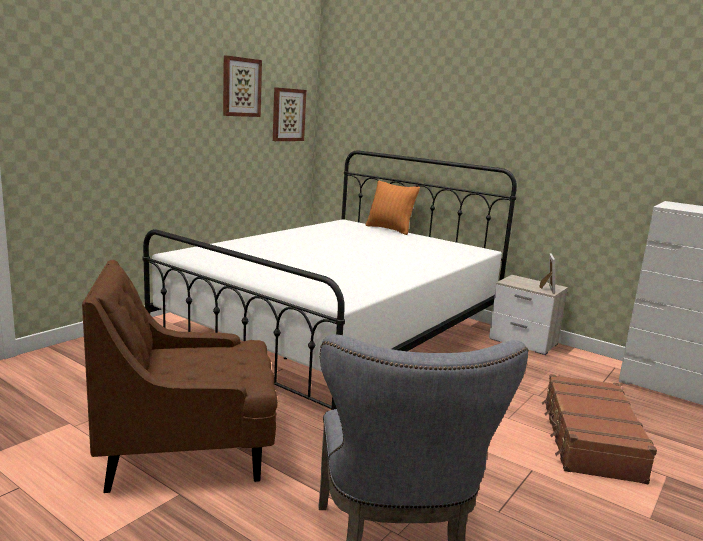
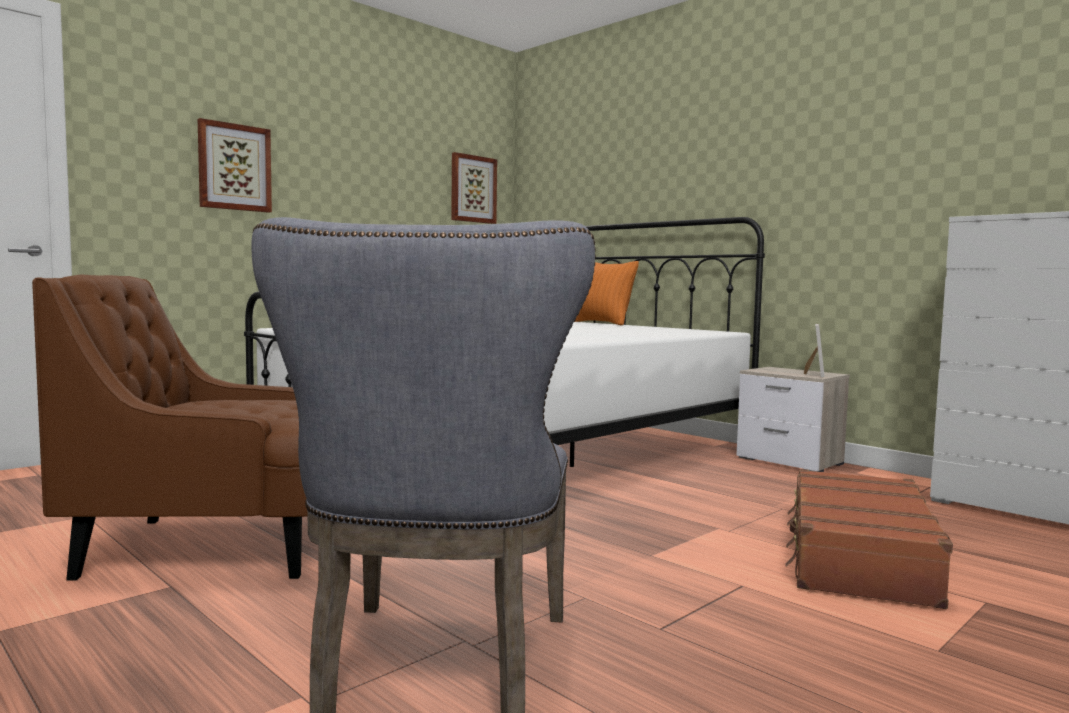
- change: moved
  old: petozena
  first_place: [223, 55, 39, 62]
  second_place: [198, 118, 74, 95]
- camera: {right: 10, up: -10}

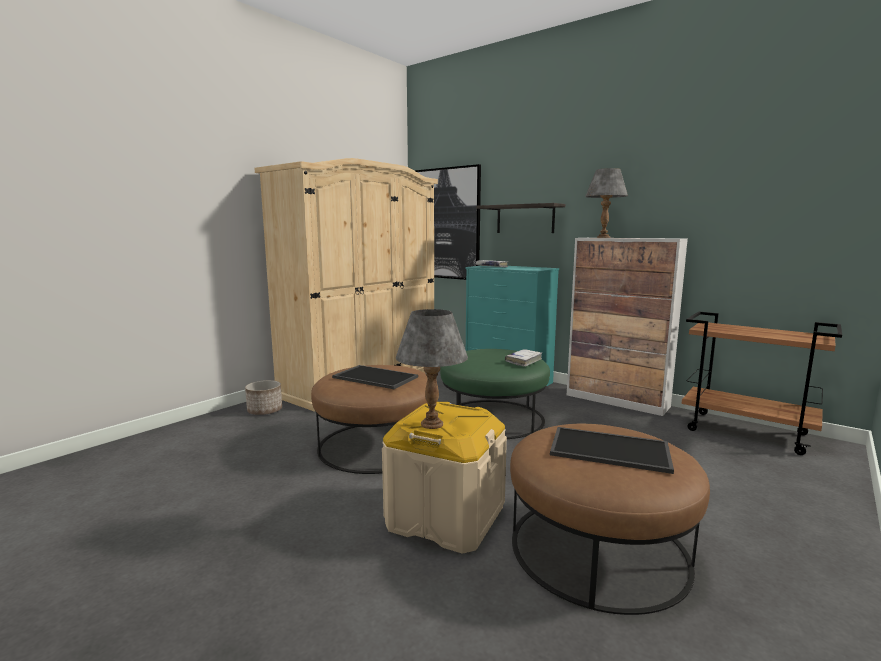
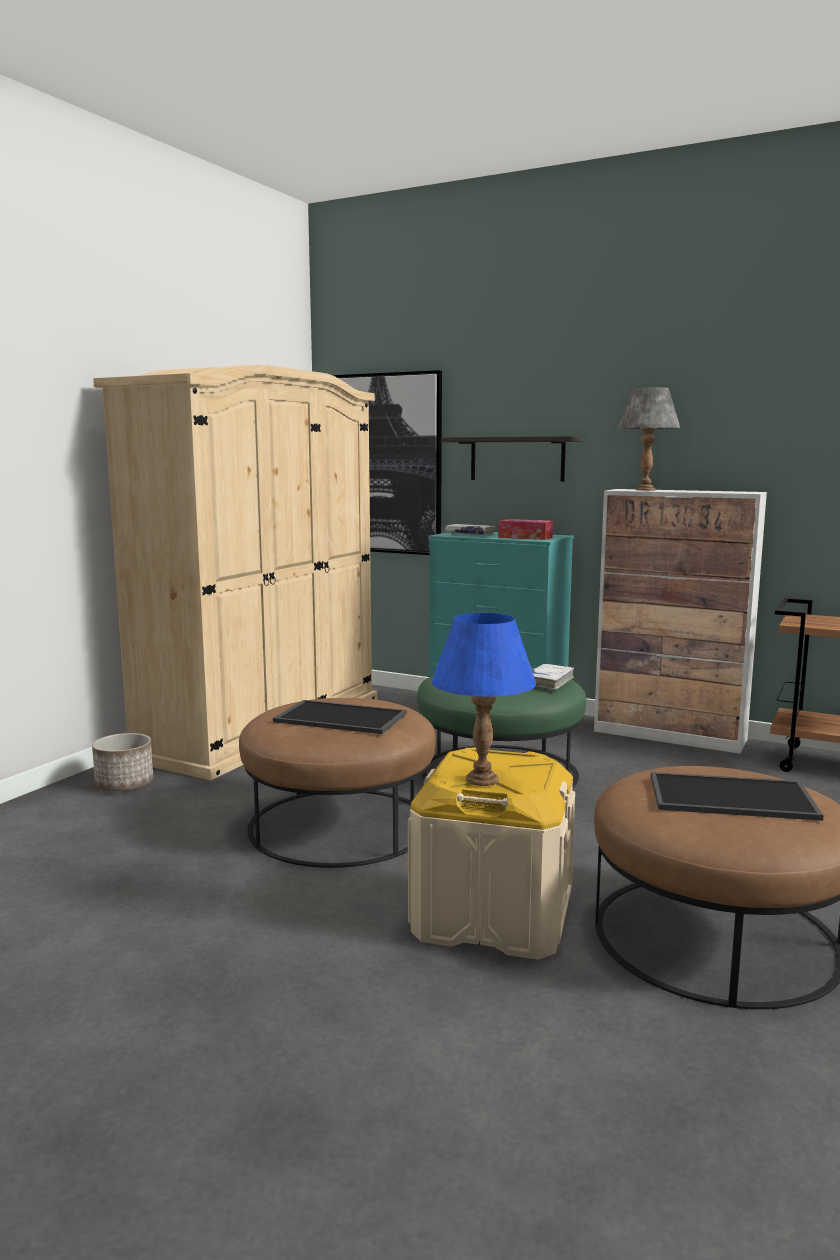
- change: recoloured
  old: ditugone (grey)
  new: ditugone (blue)
  first_place: [396, 309, 72, 120]
  second_place: [432, 613, 104, 173]
- change: added
  new: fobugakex
  second_place: [498, 519, 55, 21]
- camera: {right: -10, up: 0}

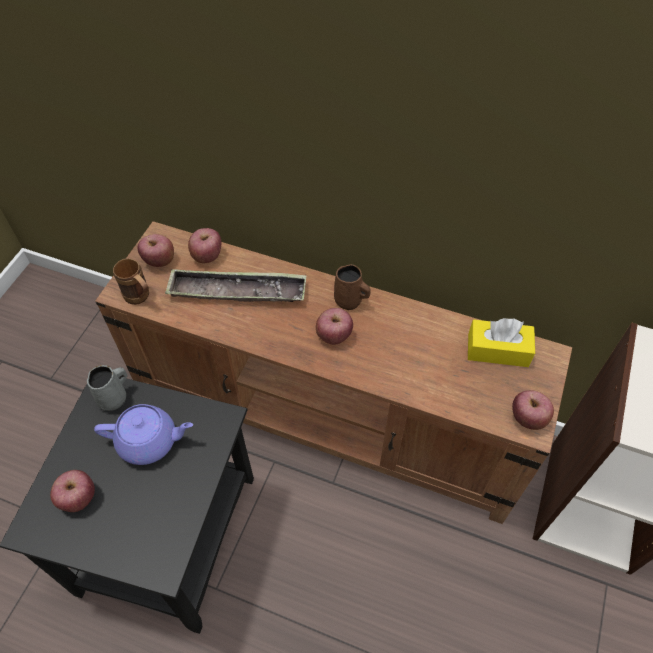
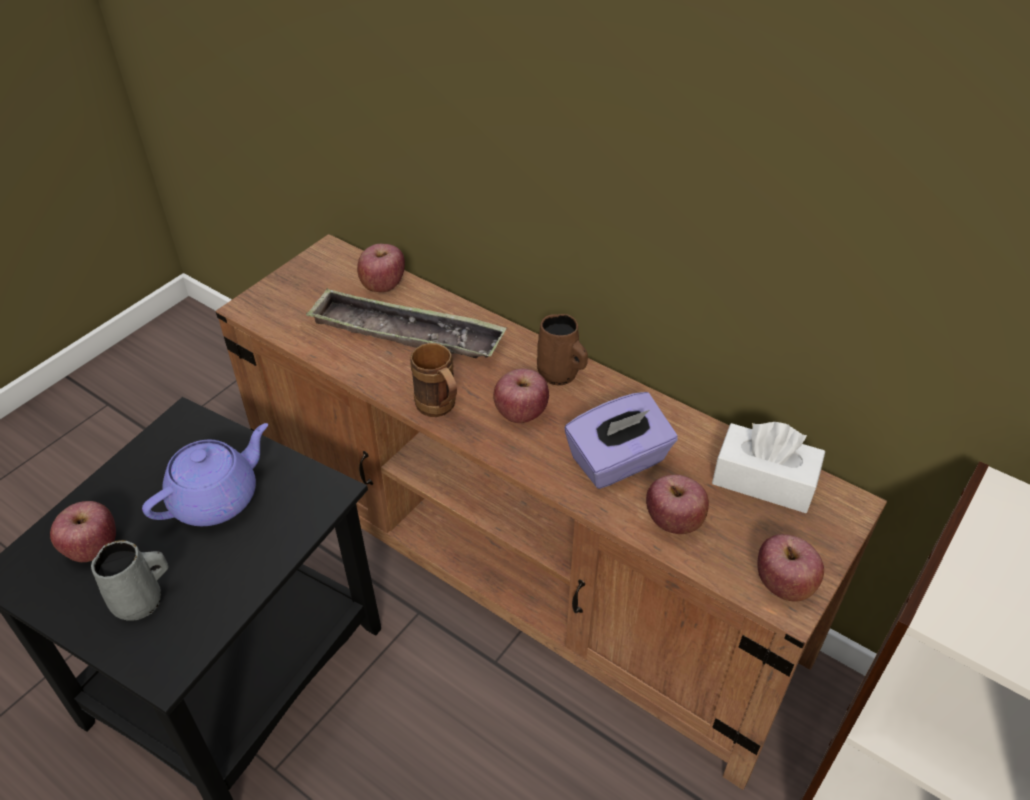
- change: moved
  old: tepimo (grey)
  first_place: [87, 365, 41, 46]
  second_place: [91, 540, 78, 81]
- change: turned
  old: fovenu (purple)
  first_place: [94, 404, 99, 61]
  second_place: [142, 423, 126, 103]
  degrees: -60
- change: moved
  old: tepimo (brown)
  first_place: [113, 258, 36, 47]
  second_place: [410, 343, 47, 74]
- change: added
  new: fobugakex (purple)
  second_place: [565, 392, 113, 97]
- change: moved
  old: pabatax
  first_place: [138, 234, 36, 33]
  second_place: [646, 475, 63, 59]
- change: recoloured
  old: fobugakex (yellow)
  new: fobugakex (white)
  first_place: [468, 318, 67, 49]
  second_place: [712, 422, 114, 91]
- camera: {right: 15, up: -10}

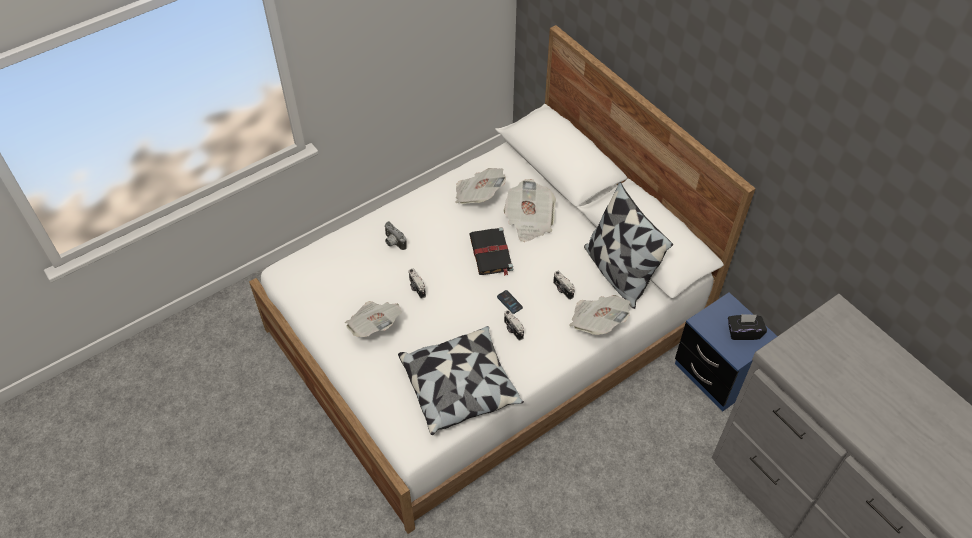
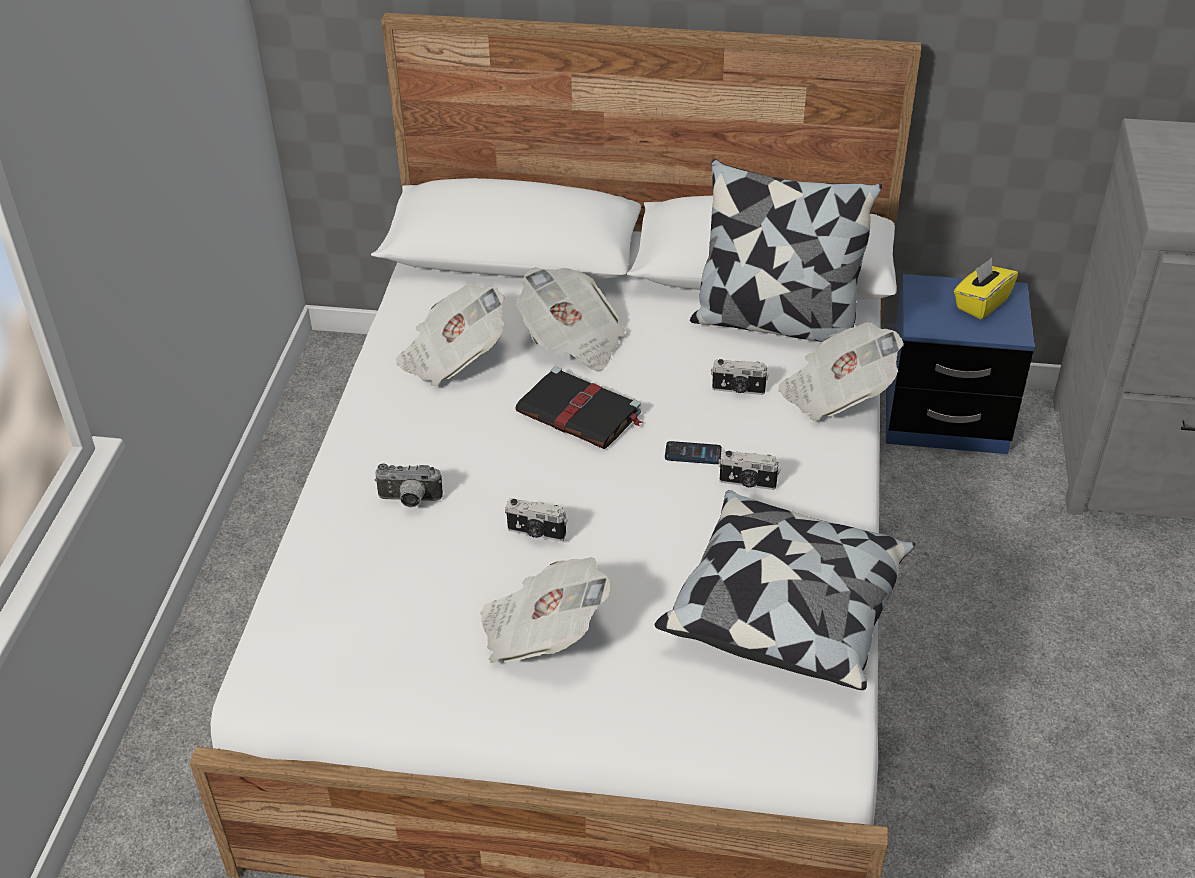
- change: recoloured
  old: fobugakex (black)
  new: fobugakex (yellow)
  first_place: [728, 314, 39, 26]
  second_place: [954, 258, 64, 61]
- camera: {right: -45, up: -10}

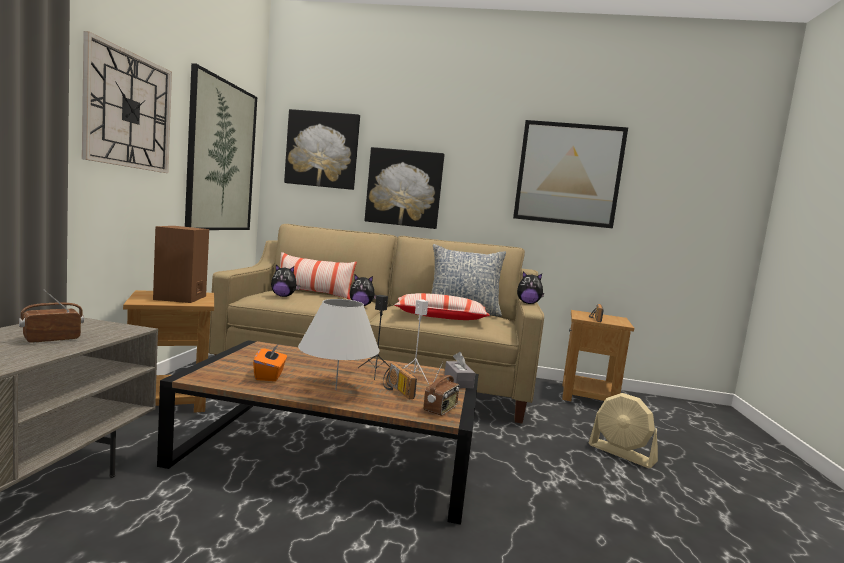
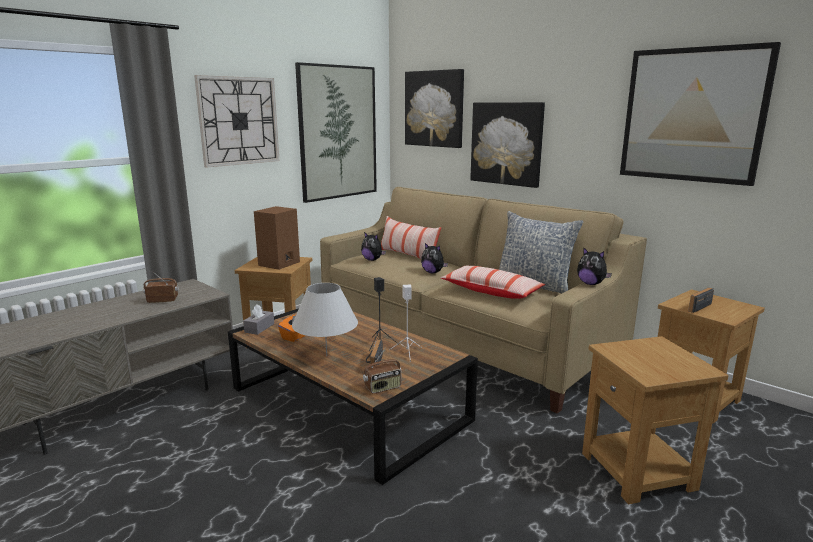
- change: moved
  old: fobugakex (grey)
  first_place: [444, 352, 31, 36]
  second_place: [243, 305, 31, 30]
- change: replaced
  old: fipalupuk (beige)
  new: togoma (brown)
  first_place: [589, 393, 69, 75]
  second_place: [582, 336, 147, 168]
- camera: {right: 35, up: 10}

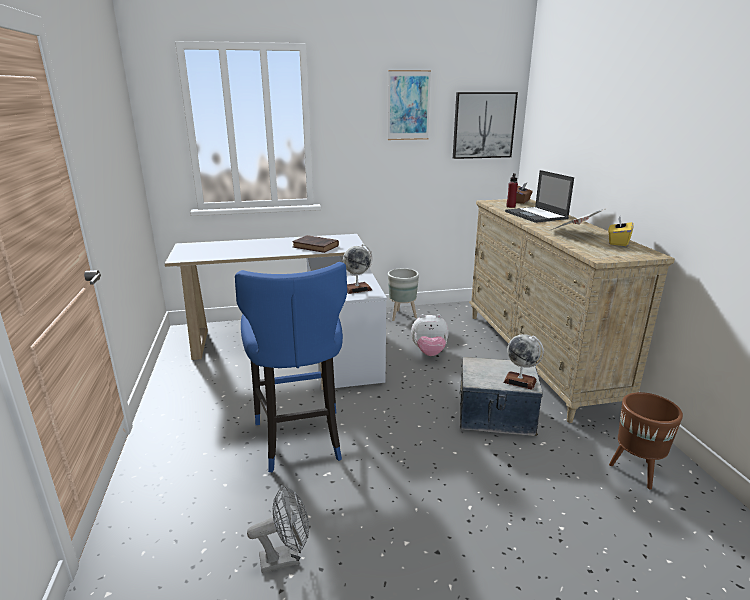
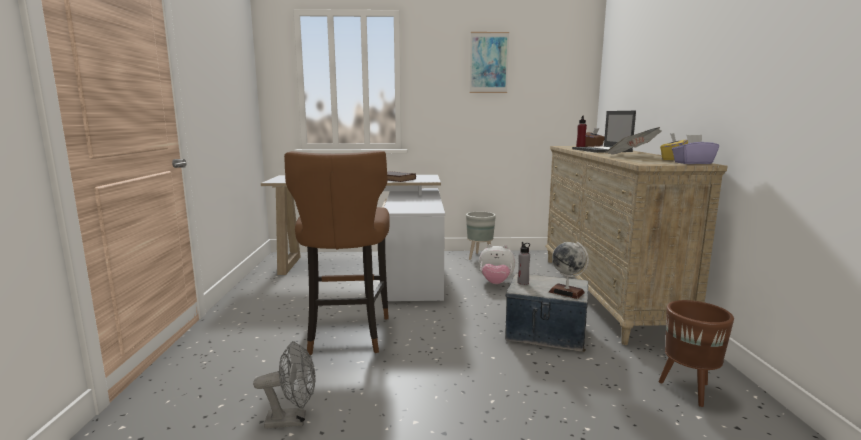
- change: recoloured
  old: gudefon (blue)
  new: gudefon (brown)
  first_place: [235, 262, 112, 210]
  second_place: [284, 151, 106, 204]
- change: added
  new: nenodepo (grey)
  second_place: [517, 242, 13, 43]
- change: added
  new: fobugakex (purple)
  second_place: [672, 135, 47, 29]
- change: removed
  old: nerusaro
  first_place: [343, 244, 30, 50]
- change: removed
  old: petozena
  first_place: [453, 92, 65, 67]
- camera: {right: 10, up: -10}

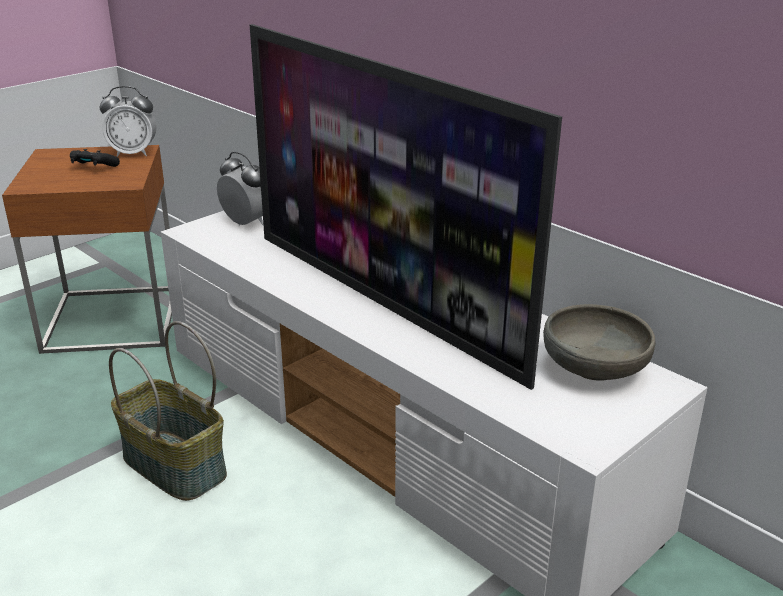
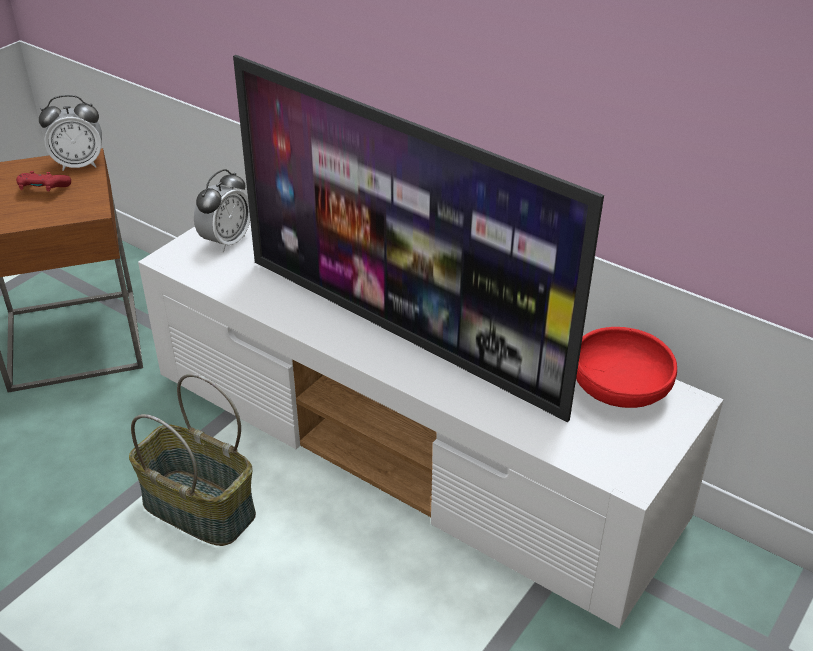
- change: recoloured
  old: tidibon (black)
  new: tidibon (red)
  first_place: [70, 149, 50, 18]
  second_place: [16, 171, 55, 21]
- change: turned
  old: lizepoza
  first_place: [217, 152, 46, 74]
  second_place: [194, 169, 56, 83]
  degrees: 90
- change: recoloured
  old: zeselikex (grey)
  new: zeselikex (red)
  first_place: [543, 304, 112, 77]
  second_place: [576, 327, 101, 81]
- camera: {right: -10, up: 10}

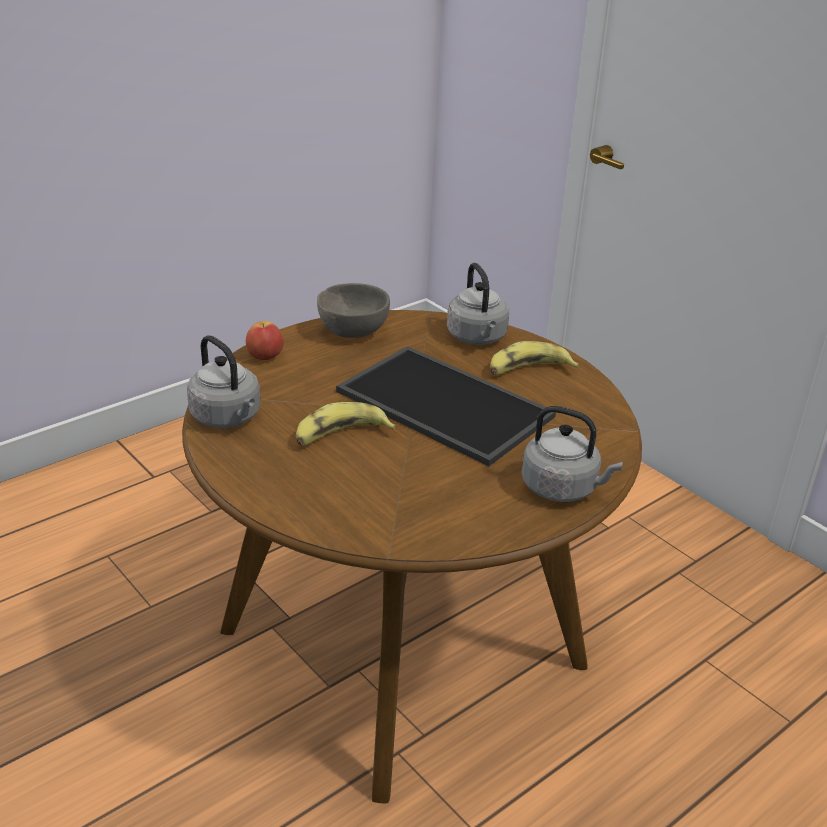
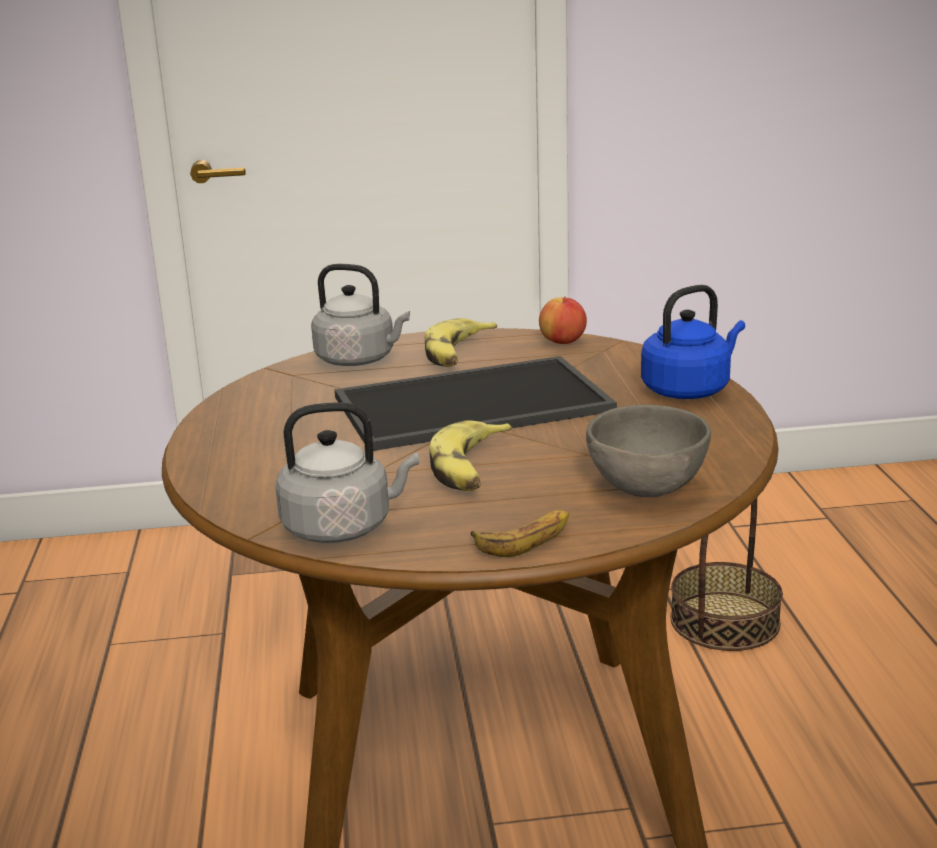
- change: added
  new: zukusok
  second_place: [471, 510, 98, 47]
- change: moved
  old: pabatax
  first_place: [246, 321, 38, 39]
  second_place: [539, 297, 48, 47]
- change: moved
  old: zeselikex (grey)
  first_place: [317, 283, 73, 55]
  second_place: [586, 405, 125, 92]
- change: recoloured
  old: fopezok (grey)
  new: fopezok (blue)
  first_place: [521, 406, 102, 96]
  second_place: [641, 285, 104, 114]
- change: added
  new: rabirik
  second_place: [670, 498, 113, 153]
- camera: {right: -55, up: -10}

